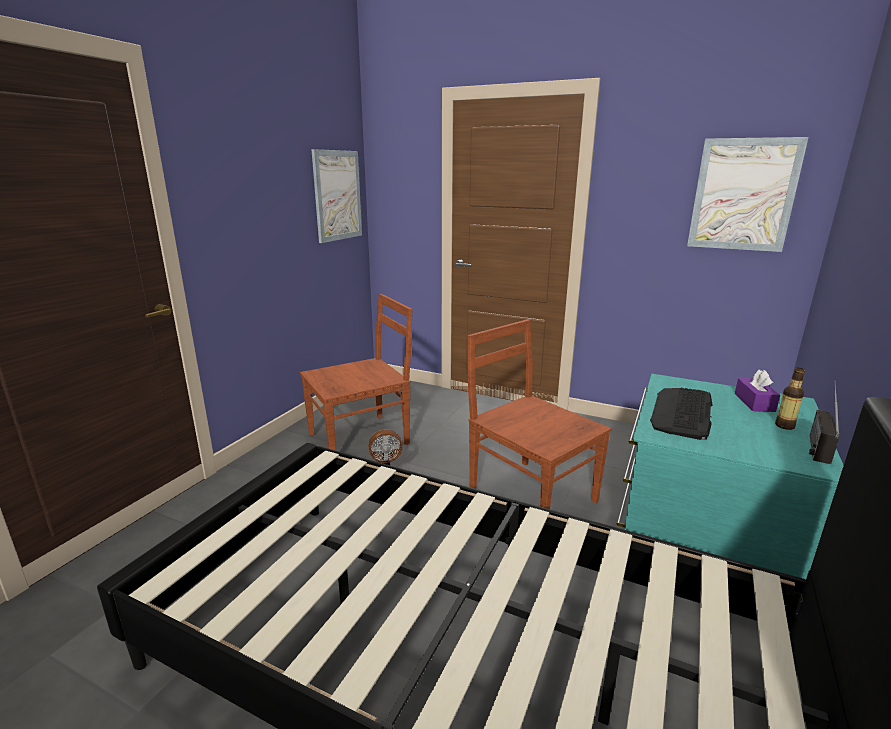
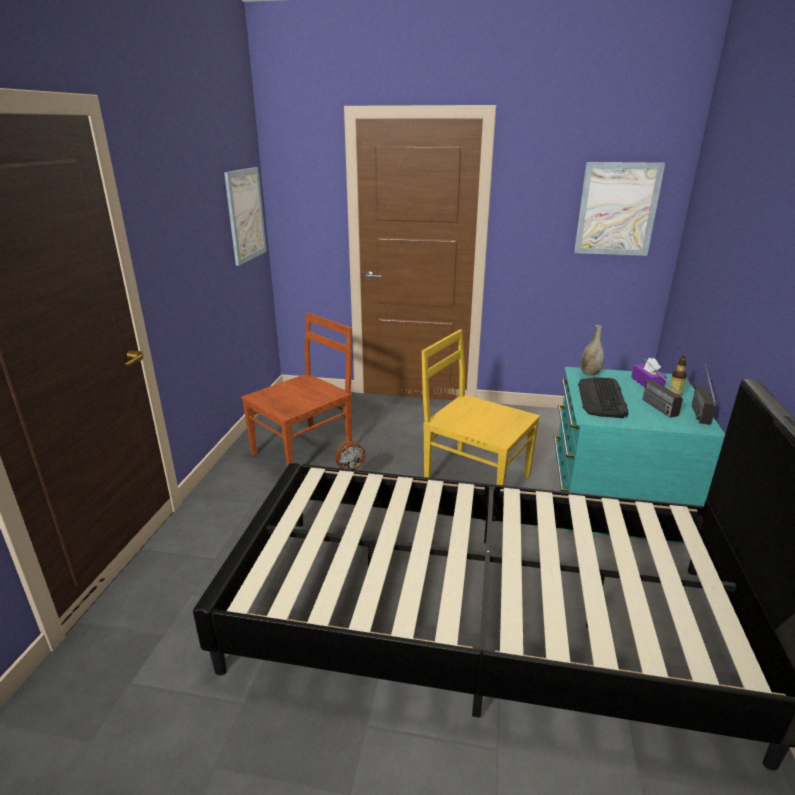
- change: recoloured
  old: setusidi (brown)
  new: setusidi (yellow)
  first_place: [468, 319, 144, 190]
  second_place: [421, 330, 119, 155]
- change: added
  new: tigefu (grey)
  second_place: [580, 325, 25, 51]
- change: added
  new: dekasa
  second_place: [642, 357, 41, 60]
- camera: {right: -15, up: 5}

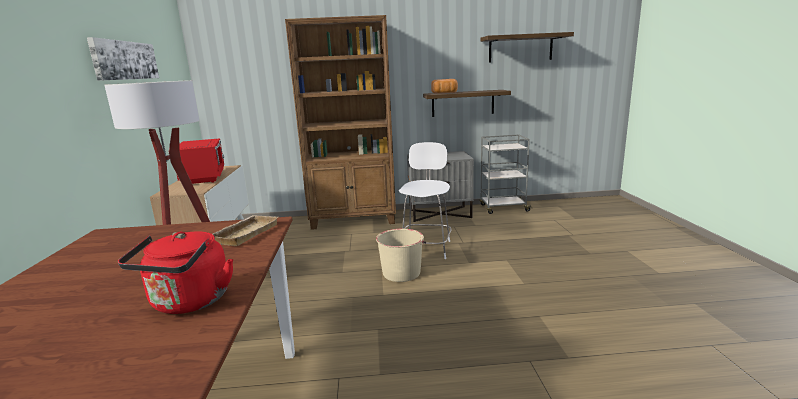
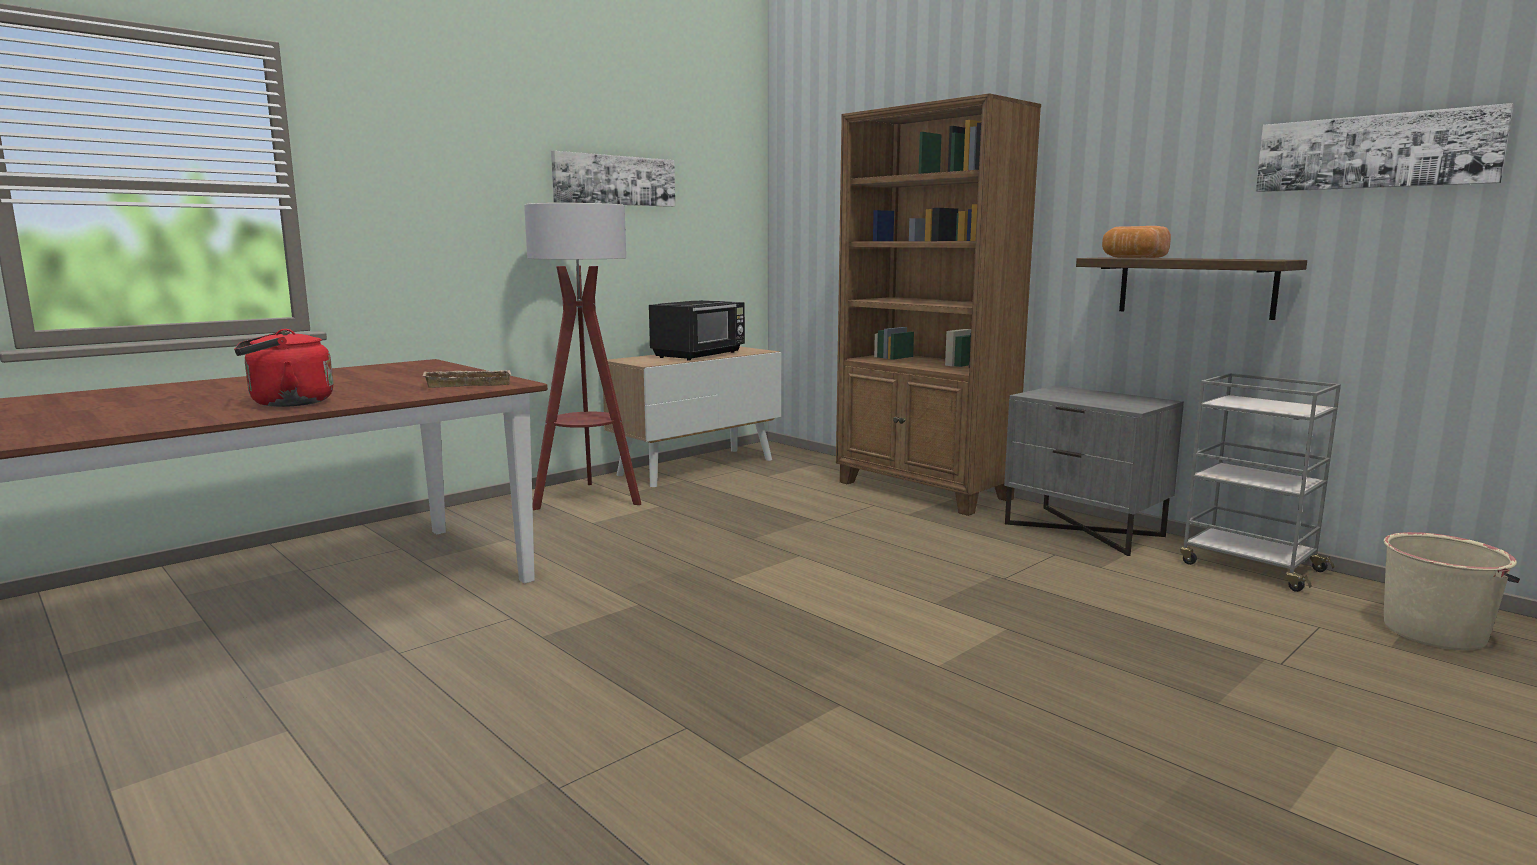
- change: recoloured
  old: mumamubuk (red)
  new: mumamubuk (black)
  first_place: [177, 138, 47, 46]
  second_place: [649, 300, 96, 60]
- change: replaced
  old: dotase
  new: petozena
  first_place: [480, 32, 94, 31]
  second_place: [1255, 103, 259, 89]
- change: moved
  old: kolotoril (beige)
  first_place: [376, 229, 50, 53]
  second_place: [1384, 532, 136, 118]
- change: removed
  old: setusidi (white)
  first_place: [399, 142, 53, 117]
- camera: {right: 50, up: -5}

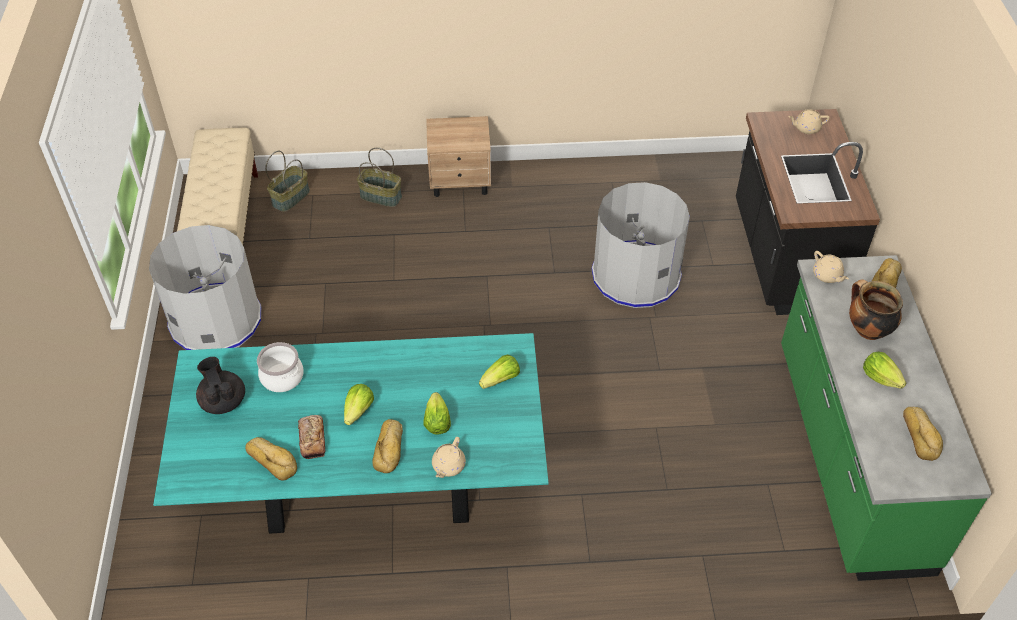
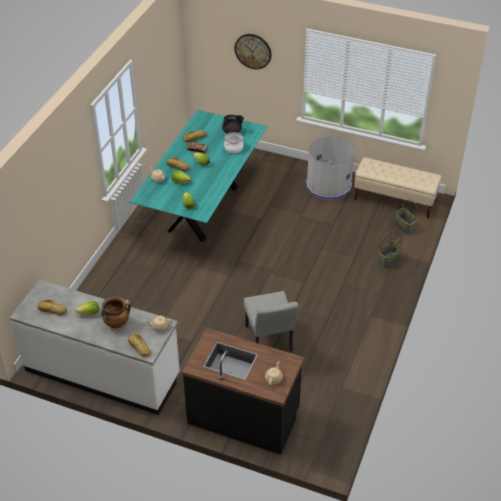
- change: recoloured
  old: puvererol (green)
  new: puvererol (white)
  first_place: [781, 255, 211, 326]
  second_place: [10, 279, 170, 136]
- change: added
  new: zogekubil
  second_place: [234, 34, 37, 36]
- change: replaced
  old: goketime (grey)
  new: setusidi (grey)
  first_place: [592, 182, 98, 126]
  second_place: [244, 291, 55, 61]
- change: removed
  old: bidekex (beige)
  first_place: [426, 116, 65, 81]
- camera: {right: 115, up: -5}

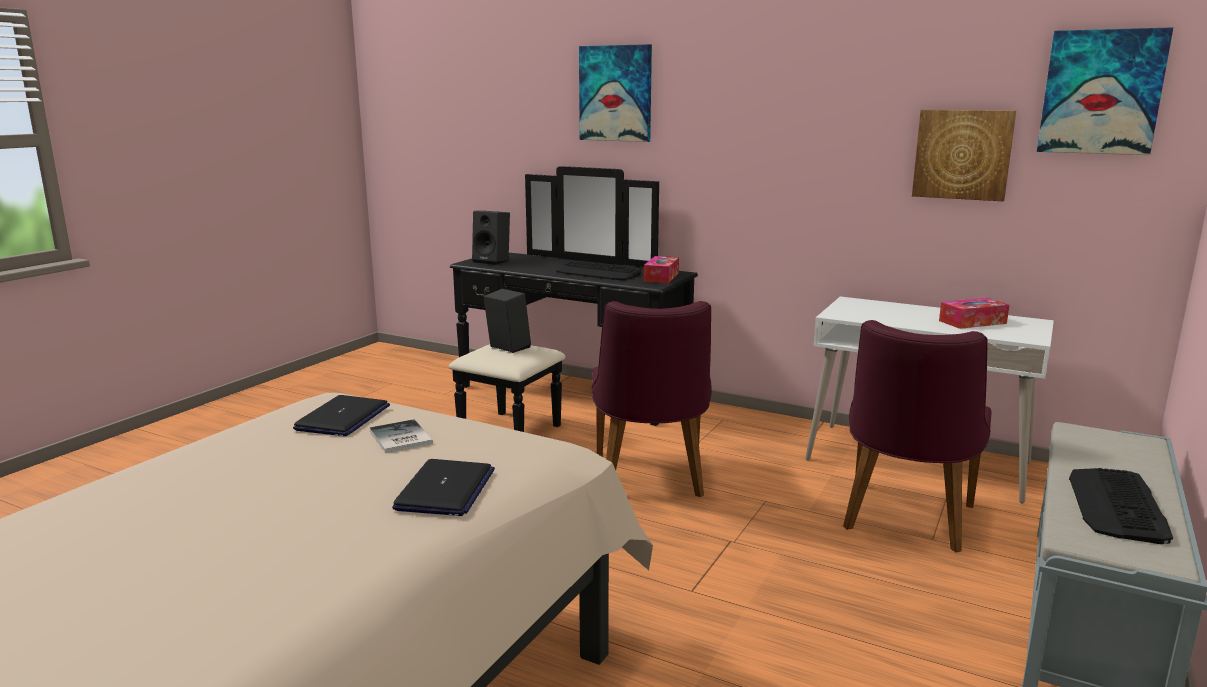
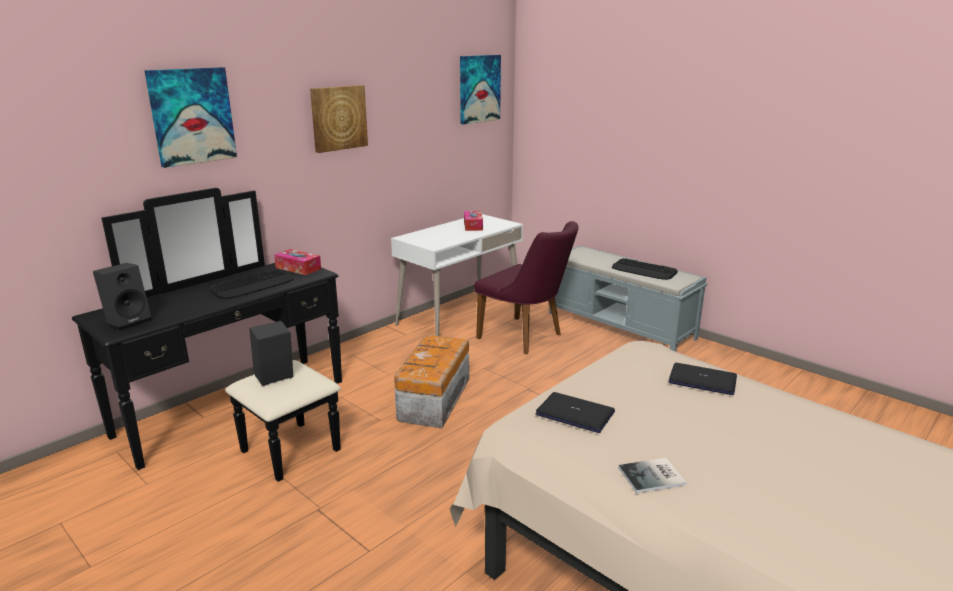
- change: moved
  old: petozena
  first_place: [912, 110, 104, 91]
  second_place: [310, 85, 58, 68]
- change: replaced
  old: setusidi (purple)
  new: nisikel
  first_place: [592, 301, 120, 196]
  second_place: [394, 335, 75, 93]
- change: moved
  old: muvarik
  first_place: [370, 419, 63, 34]
  second_place: [618, 458, 69, 36]
- camera: {right: -75, up: 5}

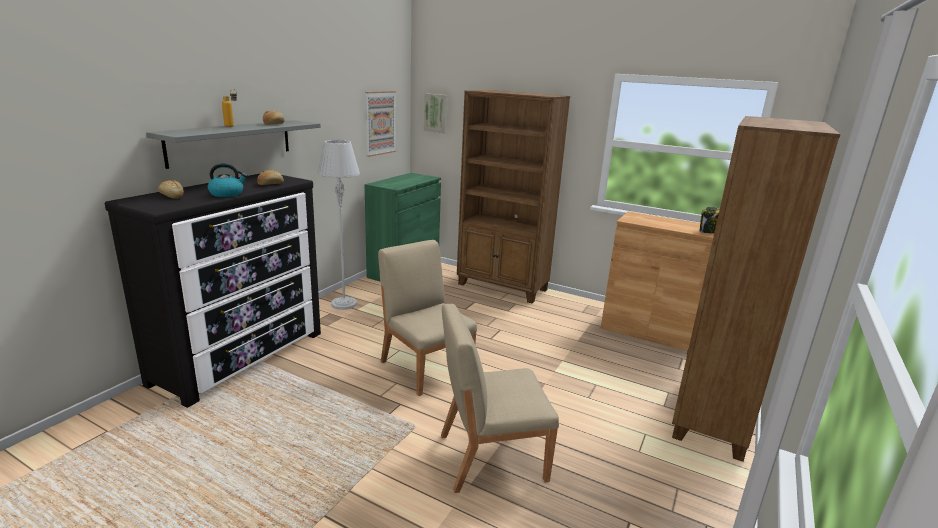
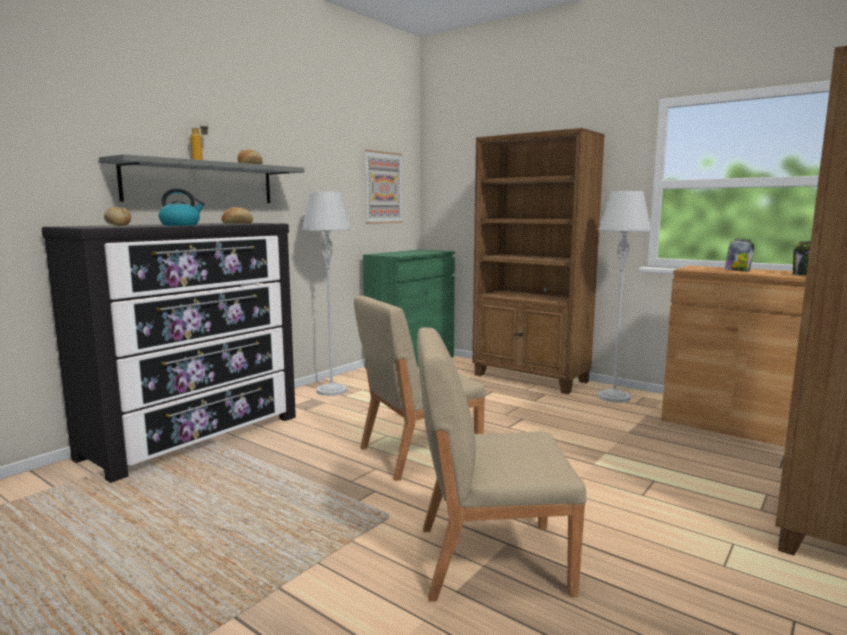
- change: turned
  old: setusidi (beige)
  first_place: [378, 240, 99, 156]
  second_place: [354, 296, 132, 185]
  degrees: -90
- change: added
  new: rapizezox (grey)
  second_place: [598, 191, 53, 212]
- change: added
  new: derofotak
  second_place: [725, 238, 29, 34]
- change: removed
  old: petozena
  first_place: [424, 93, 24, 40]
- camera: {right: 10, up: -10}

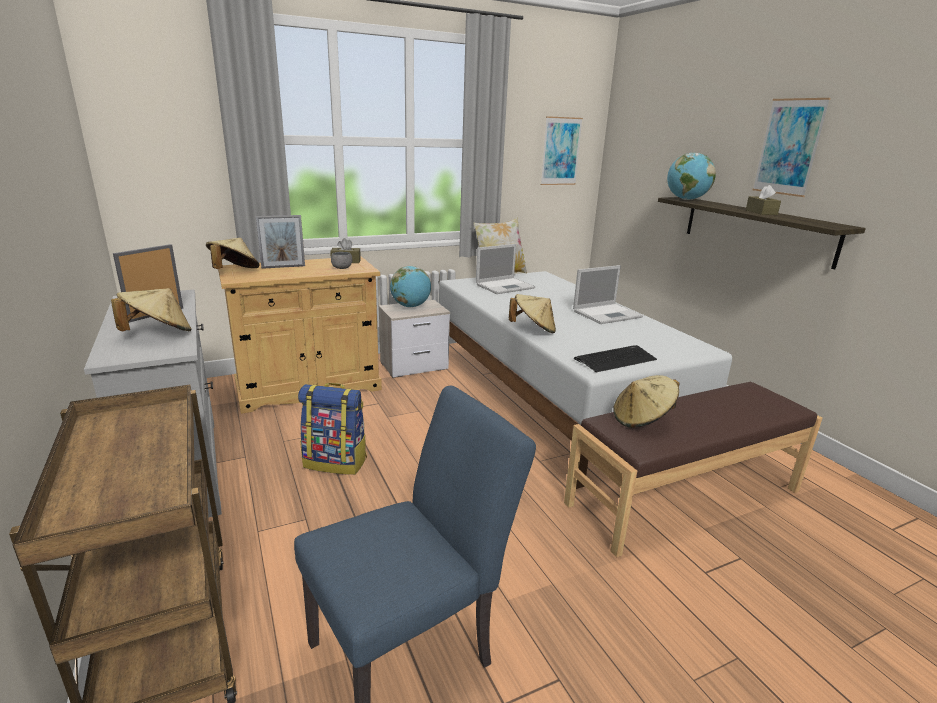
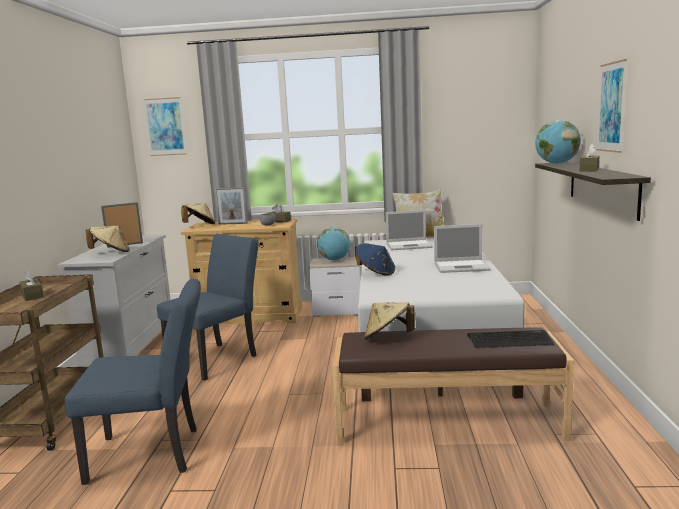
- change: added
  new: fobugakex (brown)
  second_place: [19, 271, 25, 30]
- change: moved
  old: petozena
  first_place: [541, 116, 42, 69]
  second_place: [144, 97, 42, 59]
- change: replaced
  old: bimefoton
  new: setusidi (blue)
  first_place: [298, 383, 69, 92]
  second_place: [157, 234, 101, 147]
- change: recoloured
  old: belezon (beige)
  new: belezon (blue)
  first_place: [509, 294, 47, 40]
  second_place: [355, 243, 40, 32]
- change: moved
  old: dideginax
  first_place: [574, 345, 83, 28]
  second_place: [467, 330, 87, 18]
- camera: {right: 30, up: -10}

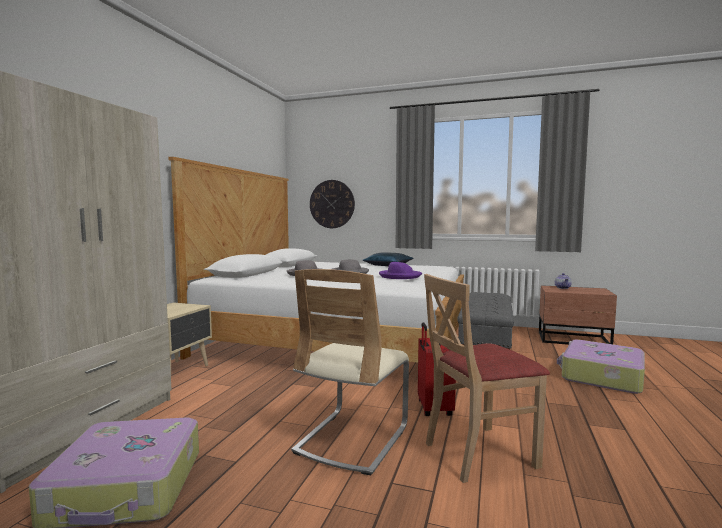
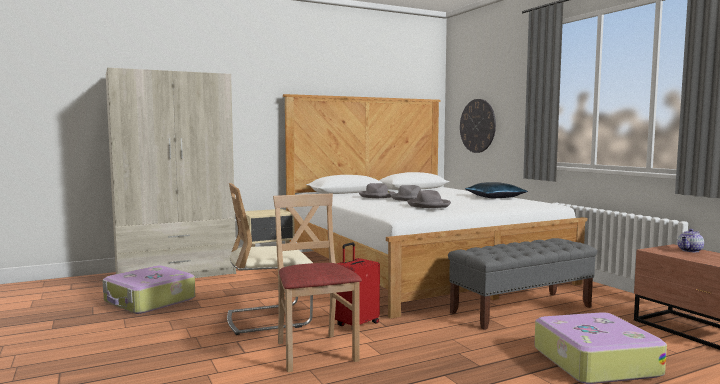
- change: turned
  old: setusidi (beige)
  first_place: [424, 274, 126, 209]
  second_place: [273, 194, 89, 178]
  degrees: 45
- change: recoloured
  old: belezon (purple)
  new: belezon (grey)
  first_place: [379, 262, 43, 17]
  second_place: [407, 190, 44, 18]
- camera: {right: 45, up: 0}

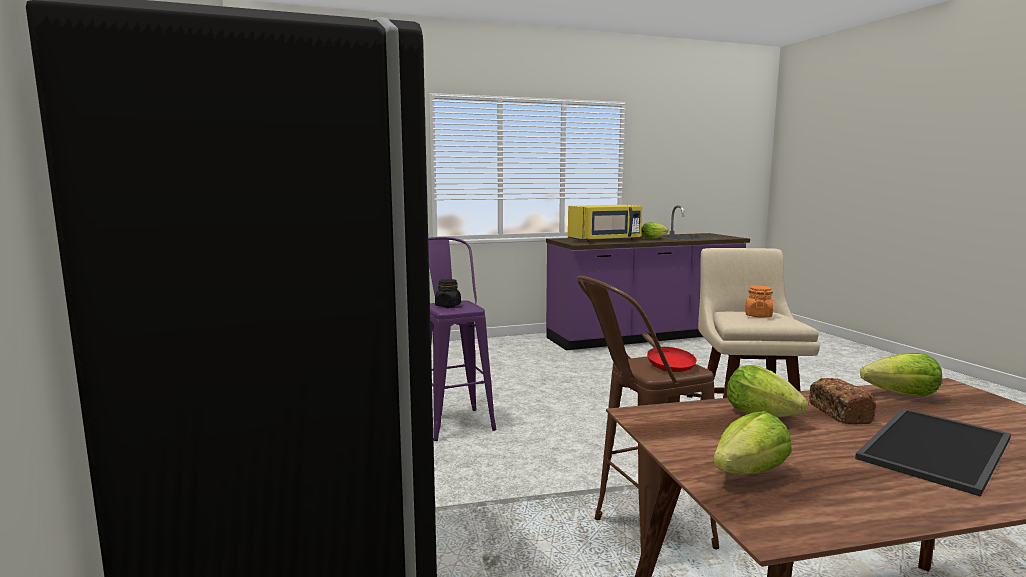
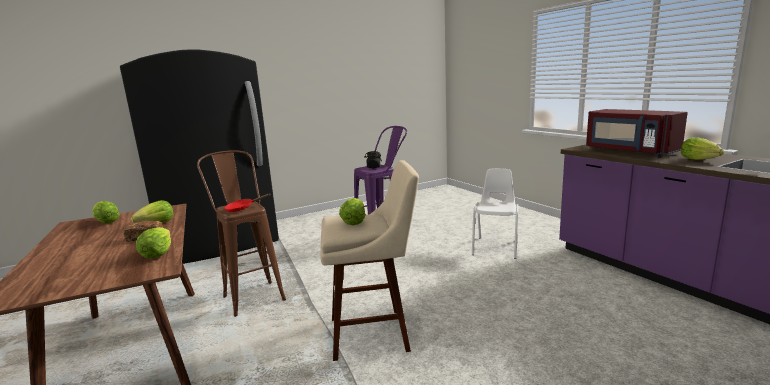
- change: replaced
  old: derofotak (orange)
  new: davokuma
  first_place: [745, 286, 28, 32]
  second_place: [339, 198, 26, 27]
- change: added
  new: setusidi (white)
  second_place: [472, 168, 47, 91]
- change: recoloured
  old: mumamubuk (yellow)
  new: mumamubuk (red)
  first_place: [568, 205, 74, 37]
  second_place: [586, 109, 102, 48]
- change: removed
  old: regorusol
  first_place: [855, 408, 156, 89]
- camera: {right: 80, up: 5}

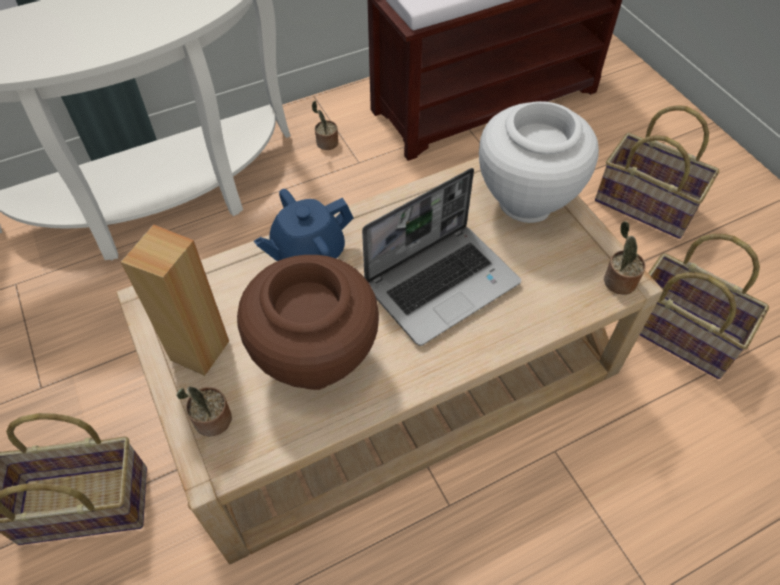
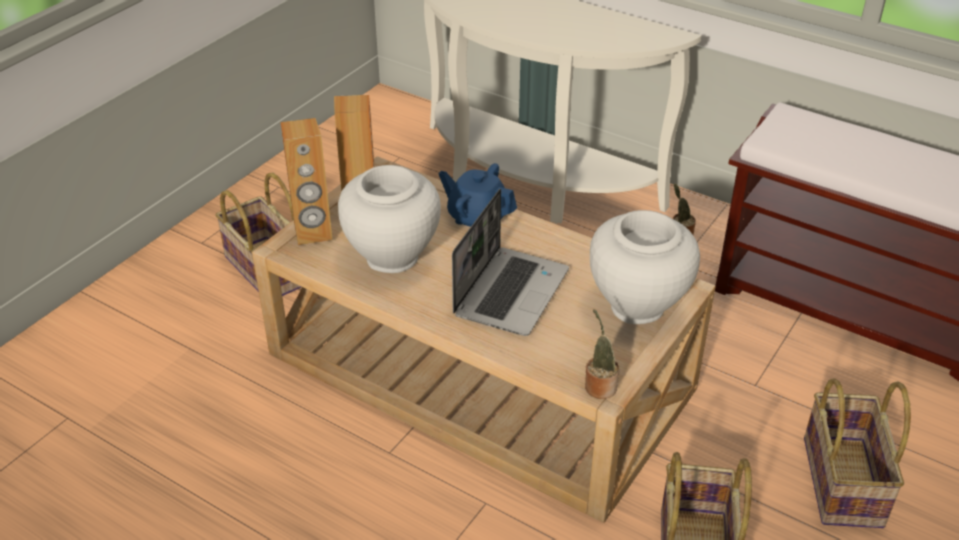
- change: replaced
  old: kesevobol
  new: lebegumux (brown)
  first_place: [176, 387, 56, 49]
  second_place: [280, 118, 53, 127]
- change: recoloured
  old: tigefu (brown)
  new: tigefu (white)
  first_place: [237, 255, 142, 135]
  second_place: [338, 165, 103, 108]
- change: turned
  old: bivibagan
  first_place: [362, 168, 159, 178]
  second_place: [452, 189, 117, 147]
  degrees: -90
- camera: {right: 60, up: -15}

